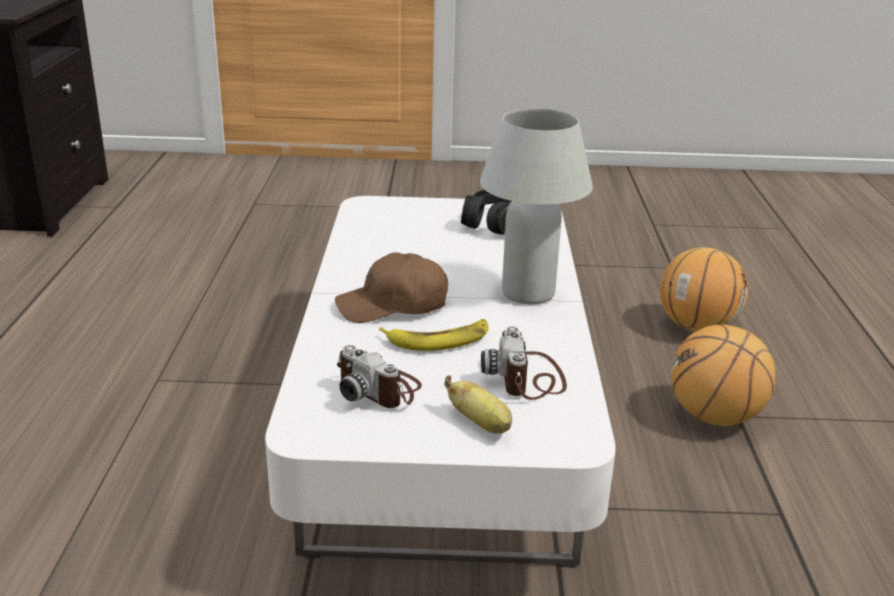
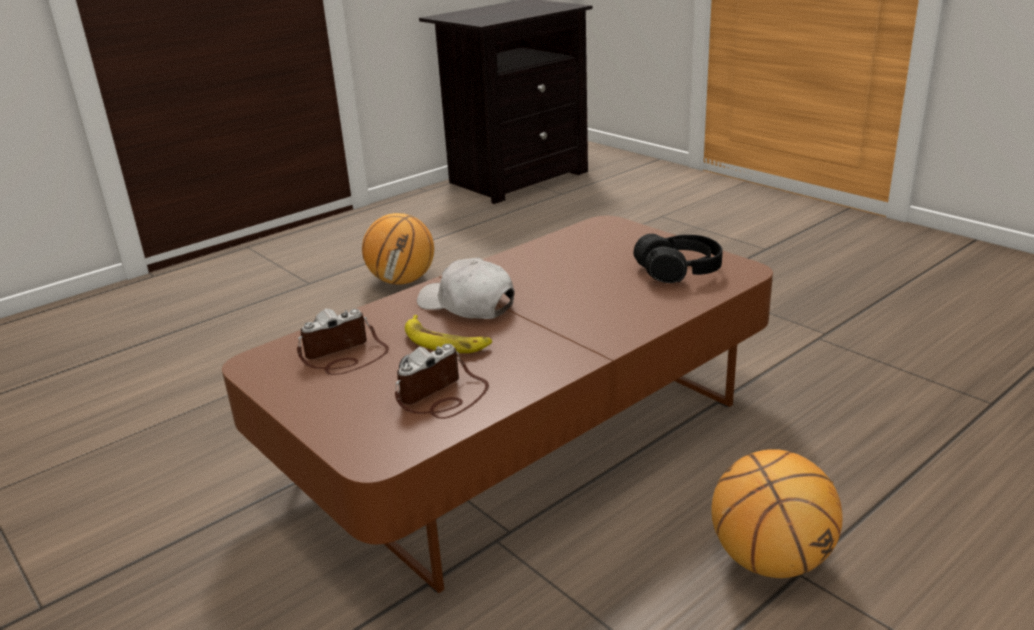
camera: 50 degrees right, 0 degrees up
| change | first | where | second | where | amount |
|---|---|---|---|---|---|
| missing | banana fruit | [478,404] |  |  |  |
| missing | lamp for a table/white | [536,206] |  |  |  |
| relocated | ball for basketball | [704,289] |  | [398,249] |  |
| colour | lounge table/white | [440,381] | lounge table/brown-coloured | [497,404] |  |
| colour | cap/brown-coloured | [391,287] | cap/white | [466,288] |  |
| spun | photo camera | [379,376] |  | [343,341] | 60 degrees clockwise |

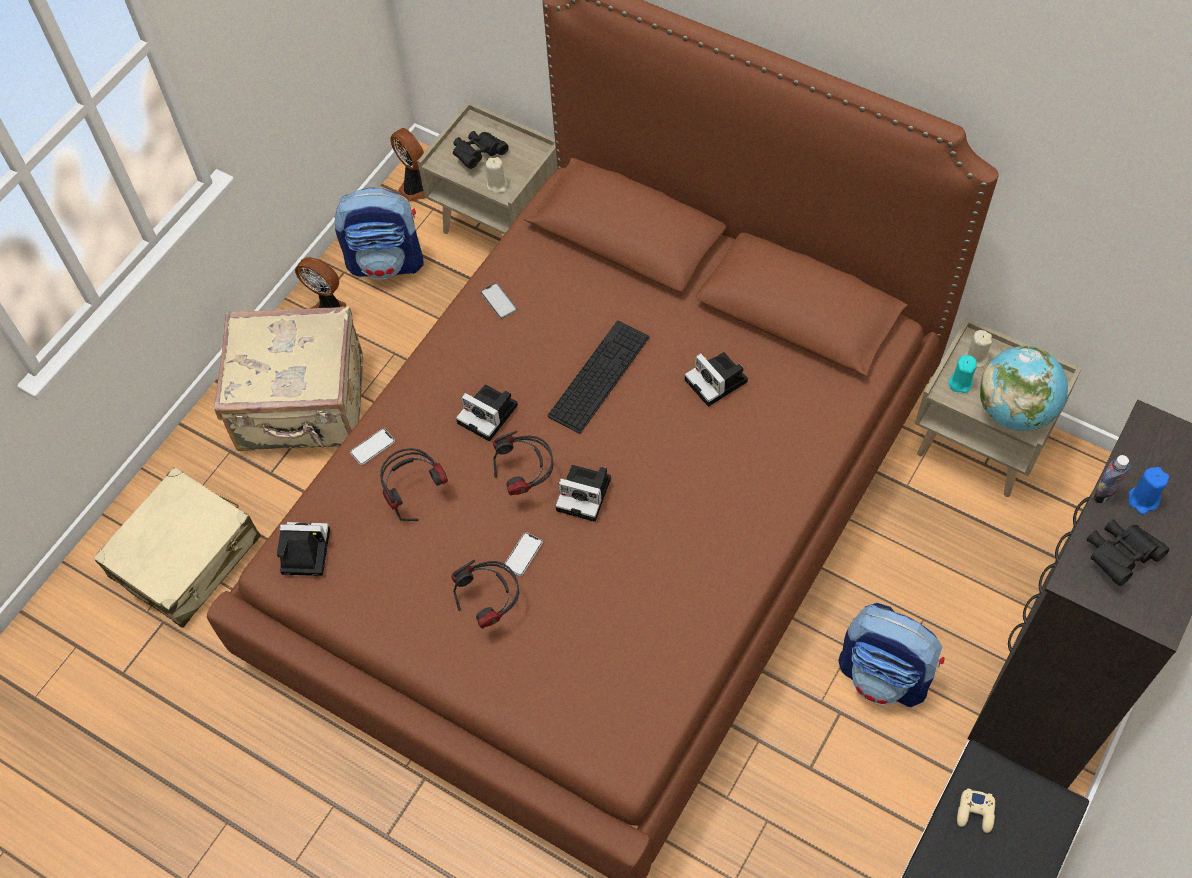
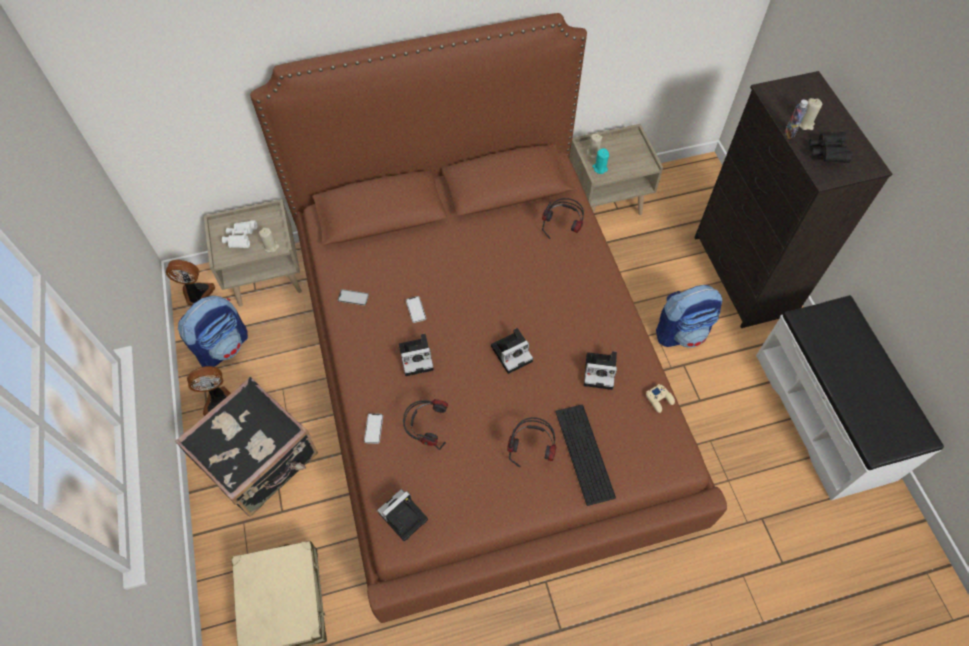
camera: 50 degrees left, 0 degrees up
| change | first | where | second | where | amount |
|---|---|---|---|---|---|
| missing | desk globe | [1024,388] |  |  |  |
| relocated | headset | [523,463] |  | [563,218] |  |
| relocated | phone | [523,554] |  | [416,309] |  |
| relocated | keyboard | [598,377] |  | [586,455] |  |
| relocated | photo camera | [716,379] |  | [600,370] |  |
| relocated | game controller/beige-coloured | [976,810] |  | [660,398] |  |
| colour | travel case/beige-coloured | [288,378] | travel case/black-coloured | [246,447] |  |
| colour | pair of binoculars/black-coloured | [481,150] | pair of binoculars/white | [239,234] |  |
| colour | wax light/blue-coloured | [1149,491] | wax light/beige-coloured | [810,114] |  |

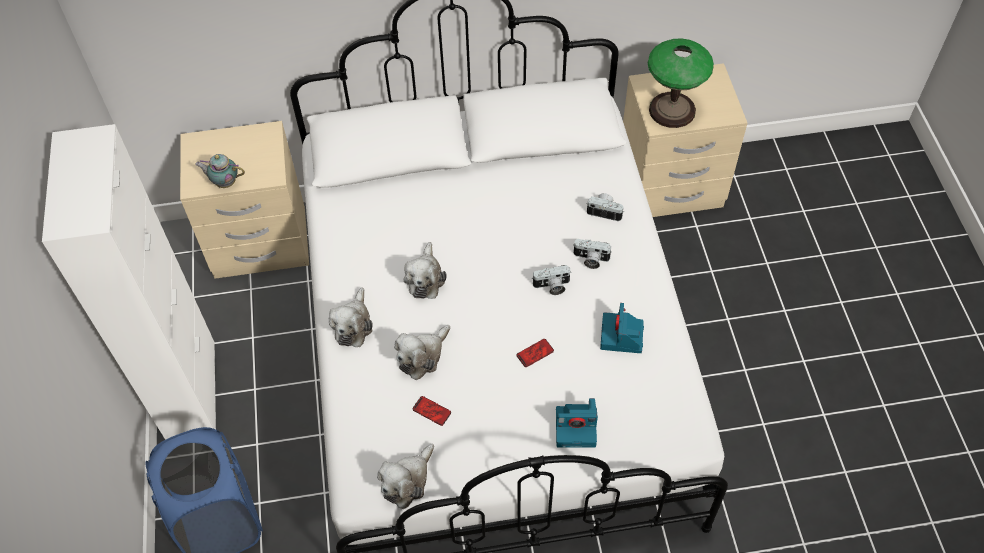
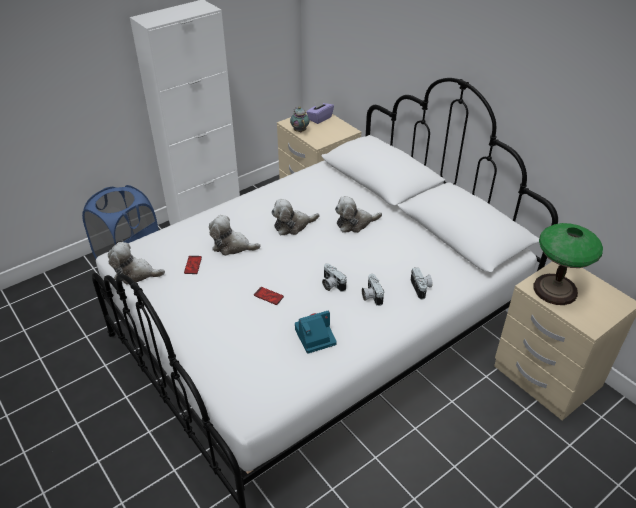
camera: 60 degrees right, 15 degrees down
| change | first | where | second | where | amount |
|---|---|---|---|---|---|
| missing | photo camera | [577,423] |  |  |  |
| appeared |  |  | tissue holder/purplish | [320,111] |  |
| relocated | plush toy | [351,317] |  | [358,214] |  |

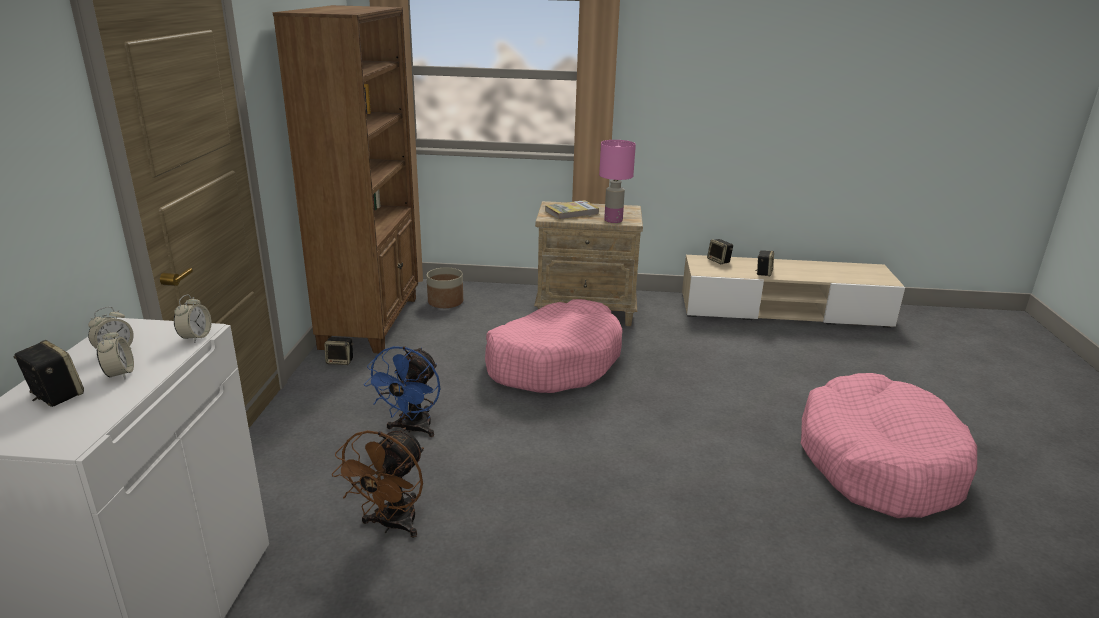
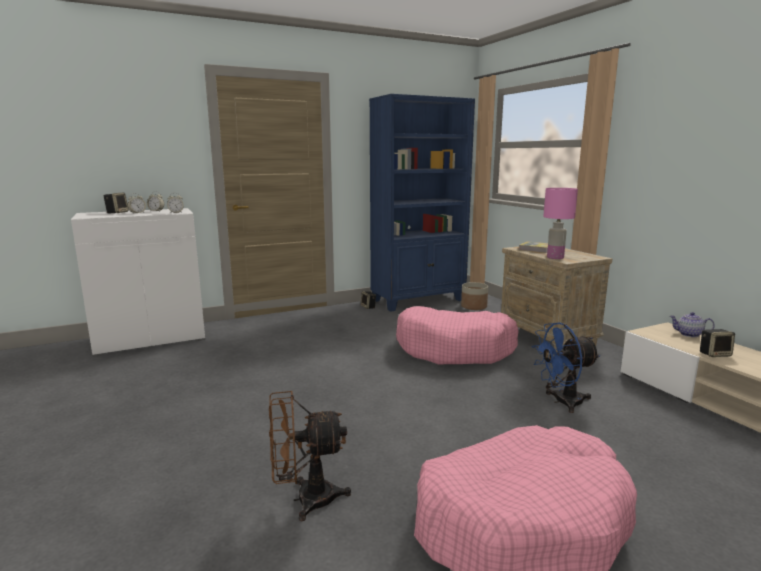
camera: 60 degrees right, 10 degrees down
| change | first | where | second | where | amount |
|---|---|---|---|---|---|
| relocated | cooling fan/brown-coloured | [378,482] |  | [310,456] |  |
| relocated | cooling fan/blue-coloured | [402,391] |  | [566,367] |  |
| exchanged | audio speaker | [720,251] | pot for tea | [692,324] |  |
| colour | shelving unit/brown-coloured | [345,179] | shelving unit/blue-coloured | [422,203] |  |

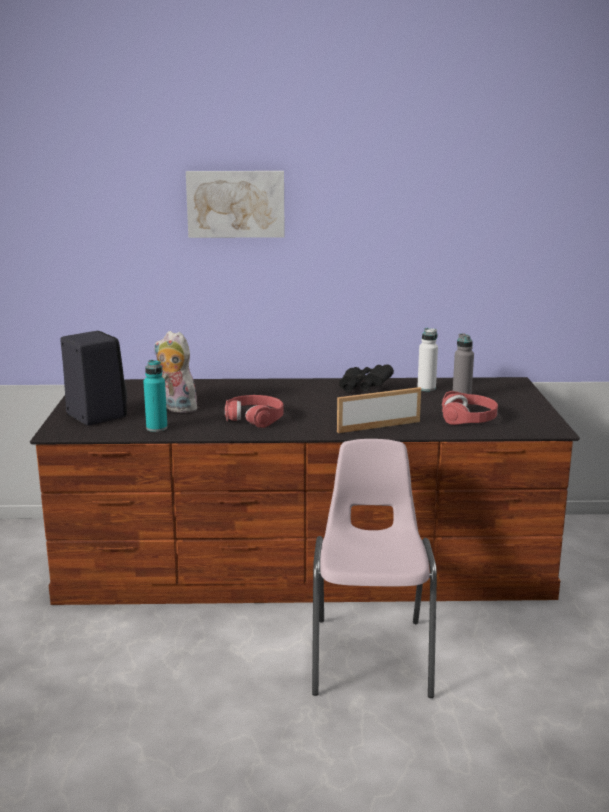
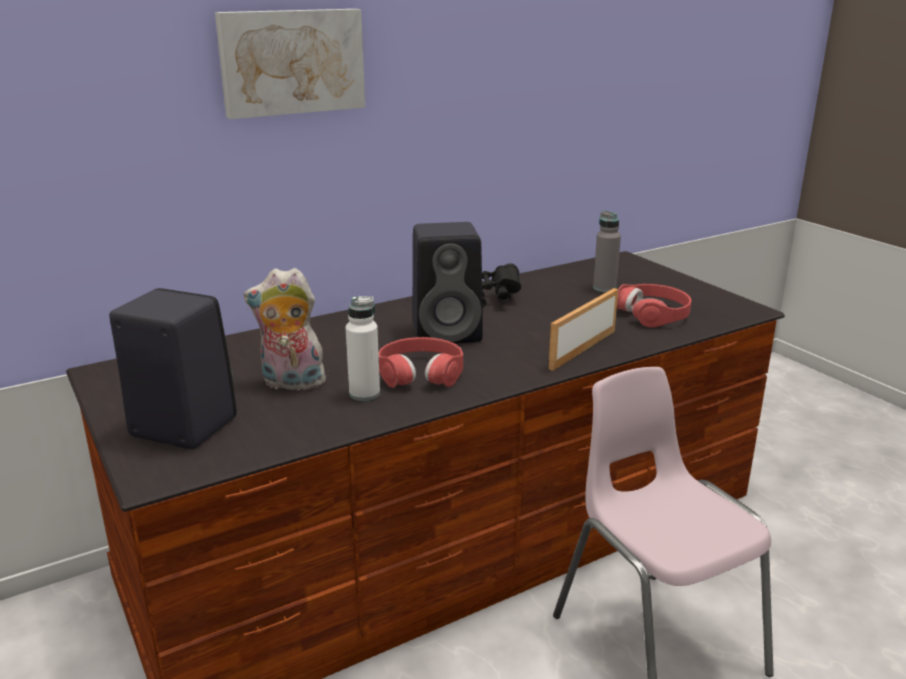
camera: 30 degrees left, 5 degrees up
| change | first | where | second | where | amount |
|---|---|---|---|---|---|
| missing | beverage bottle/turquoise-coloured | [155,396] |  |  |  |
| appeared |  |  | audio speaker/black-coloured | [447,283] |  |
| relocated | beverage bottle/white | [427,359] |  | [362,348] |  |

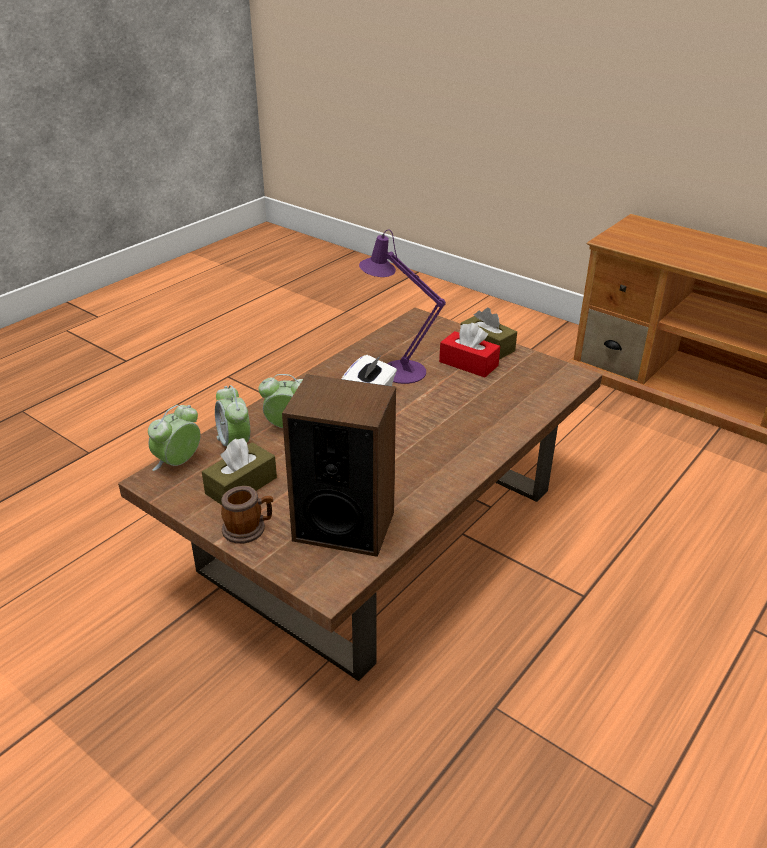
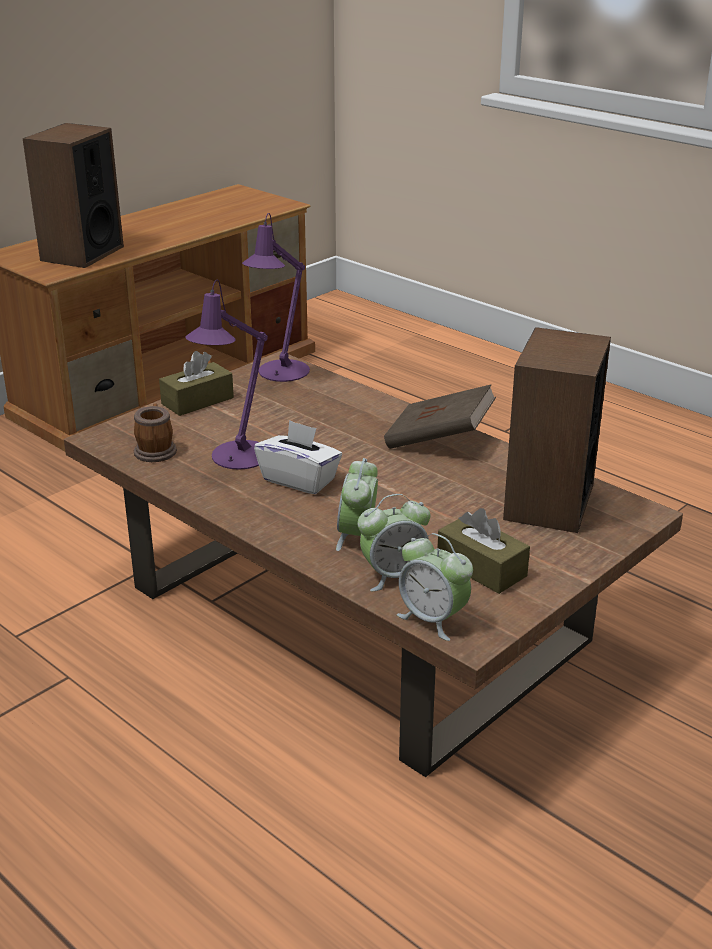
camera: 85 degrees left, 5 degrees down
| change | first | where | second | where | amount |
|---|---|---|---|---|---|
| missing | tissue holder/red | [469,350] |  |  |  |
| appeared |  |  | audio speaker | [73,195] |  |
| appeared |  |  | lamp for a table/purplish | [276,297] |  |
| appeared |  |  | volume/brown-coloured | [440,416] |  |
| relocated | tea mug | [247,515] |  | [155,433] |  |

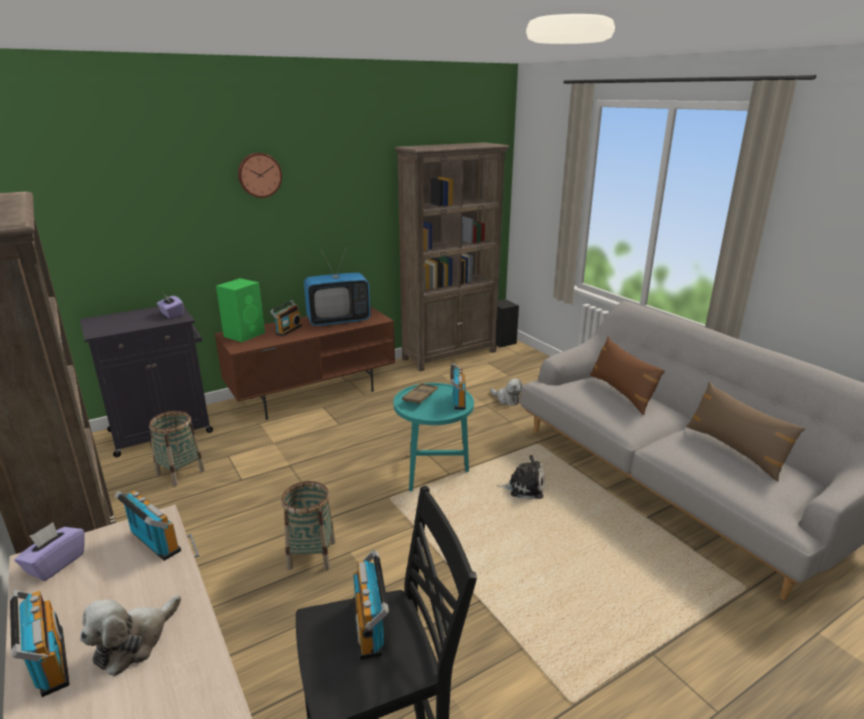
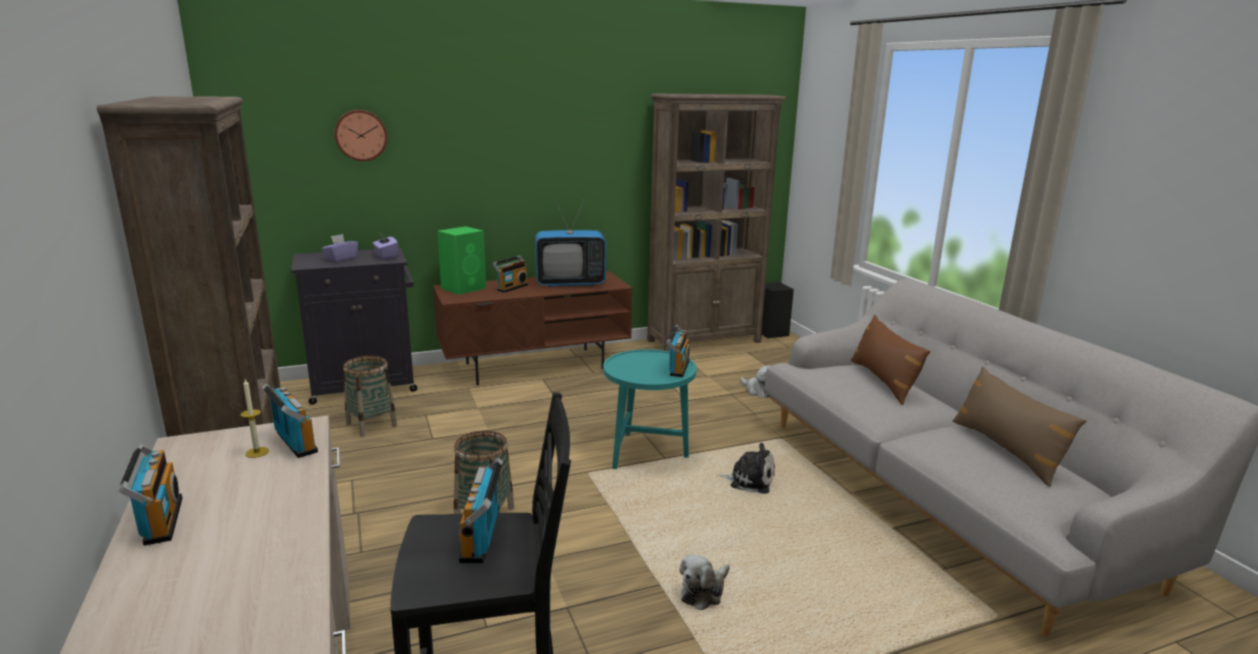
camera: 10 degrees right, 5 degrees down
| change | first | where | second | where | amount |
|---|---|---|---|---|---|
| missing | serving tray/brown-coloured | [420,394] |  |  |  |
| appeared |  |  | wax light | [254,418] |  |
| relocated | tissue holder/purplish | [49,551] |  | [339,248] |  |
| relocated | plush toy | [130,635] |  | [704,582] |  |
| relocated | clock on the wall | [260,175] |  | [361,135] |  |

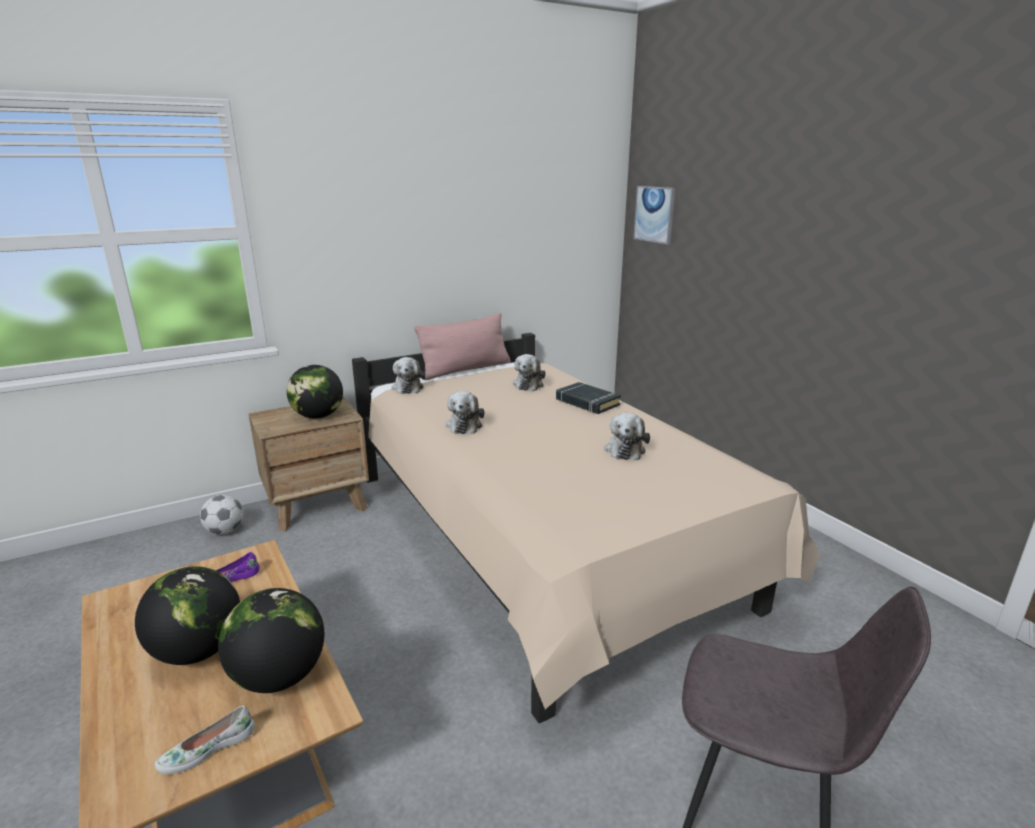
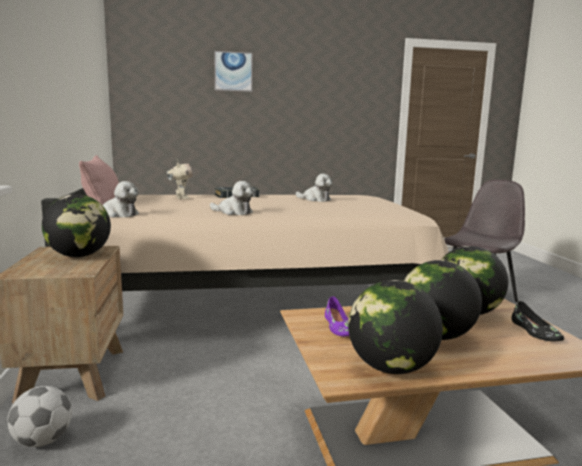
camera: 70 degrees left, 10 degrees down
| change | first | where | second | where | amount |
|---|---|---|---|---|---|
| appeared |  |  | desk globe | [395,327] |  |
| relocated | wall art | [654,215] |  | [233,71] |  |
| exchanged | plush toy | [529,372] | robot figure | [180,179] |  |
| colour | low shoe/white | [205,739] | low shoe/black-coloured | [537,321] |  |

